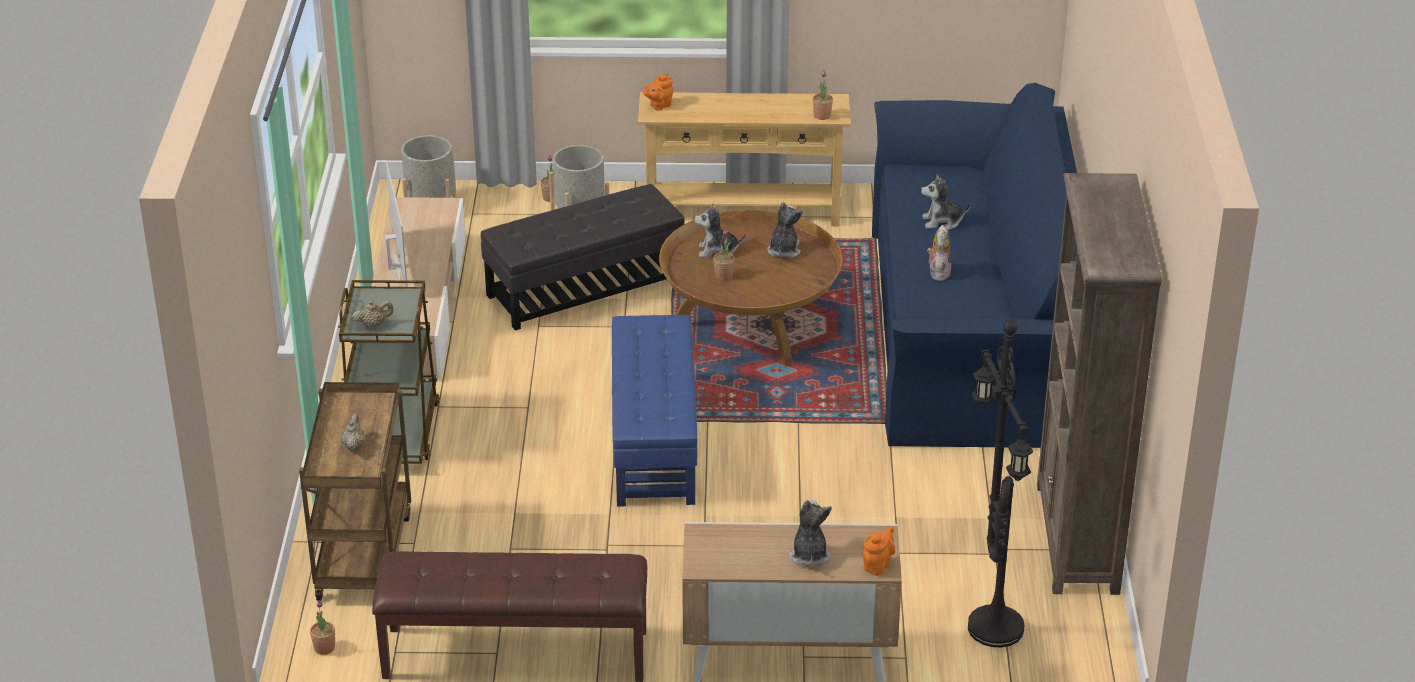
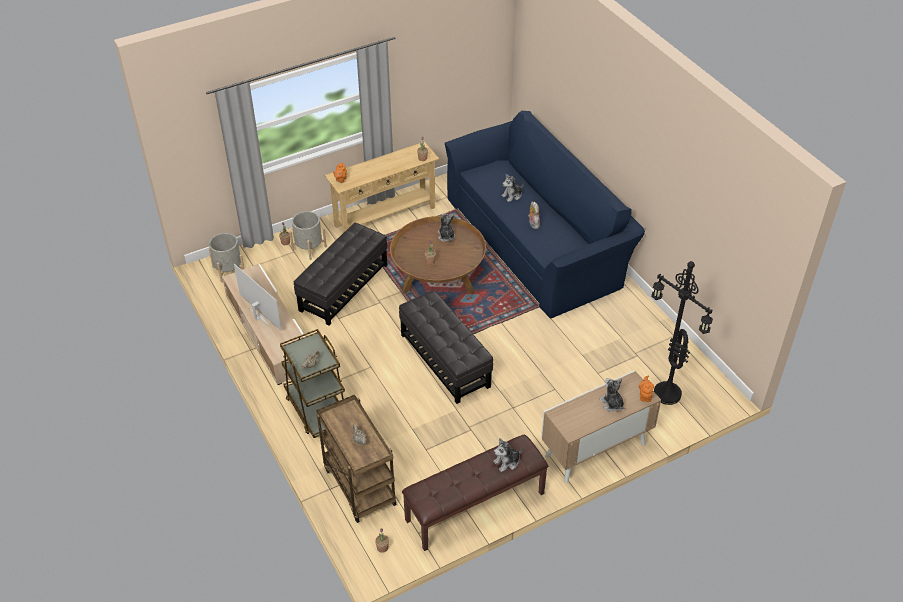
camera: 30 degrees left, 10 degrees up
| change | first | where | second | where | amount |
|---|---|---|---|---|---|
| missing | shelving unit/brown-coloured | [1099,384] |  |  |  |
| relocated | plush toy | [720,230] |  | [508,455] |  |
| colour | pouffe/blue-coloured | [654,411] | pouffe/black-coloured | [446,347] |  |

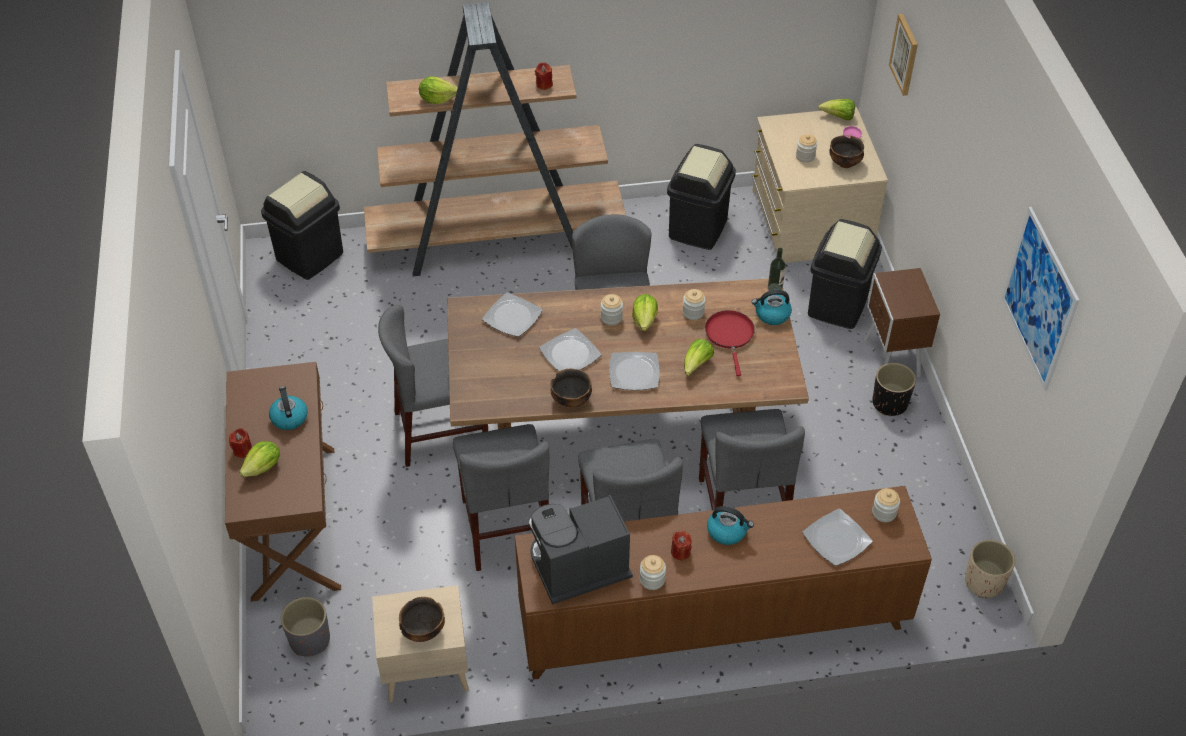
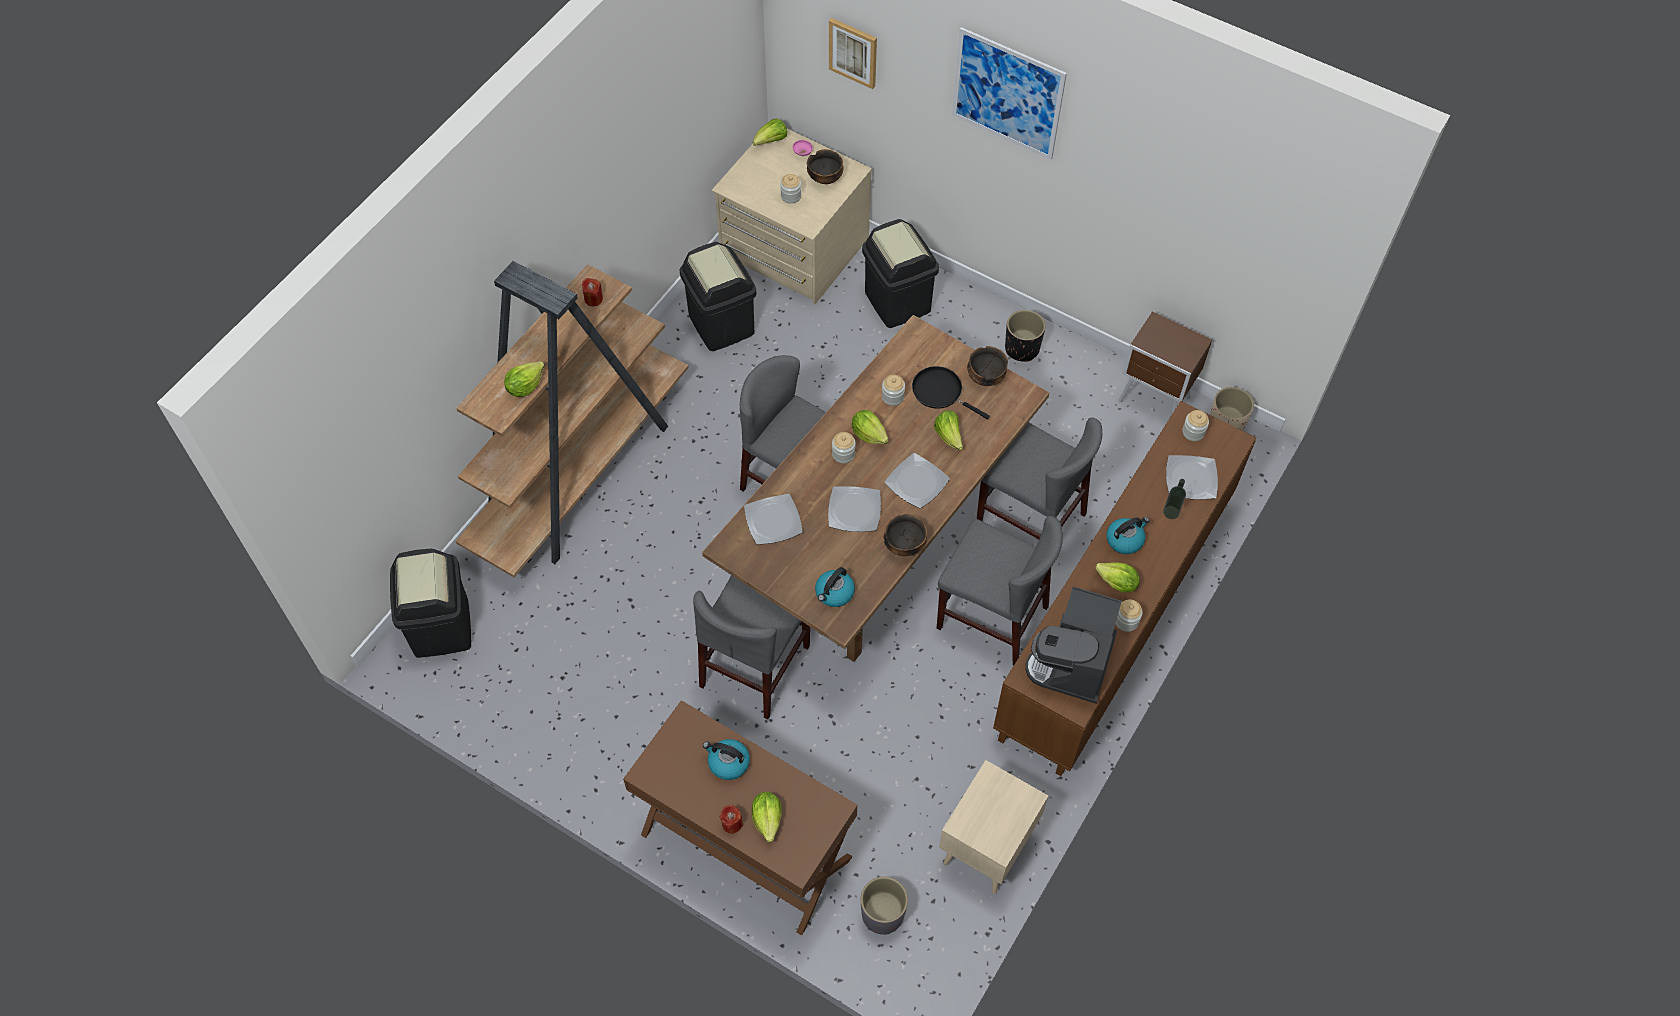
camera: 50 degrees left, 10 degrees up
| change | first | where | second | where | amount |
|---|---|---|---|---|---|
| missing | plain chair/greyish | [501,497] |  |  |  |
| relocated | deep dish | [422,619] |  | [987,366] |  |
| relocated | tea kettle | [772,307] |  | [835,587] |  |
| relocated | beverage bottle | [777,269] |  | [1174,499] |  |
| relocated | bedside table/brown-coloured | [902,323] |  | [1165,364] |  |
| relocated | wall art | [1040,298] |  | [1009,93] |  |
| exchanged | wax light/red | [681,545] | lettuce | [1117,578] |  |
| colour | pan/red | [730,343] | pan/black-coloured | [951,393] |  |

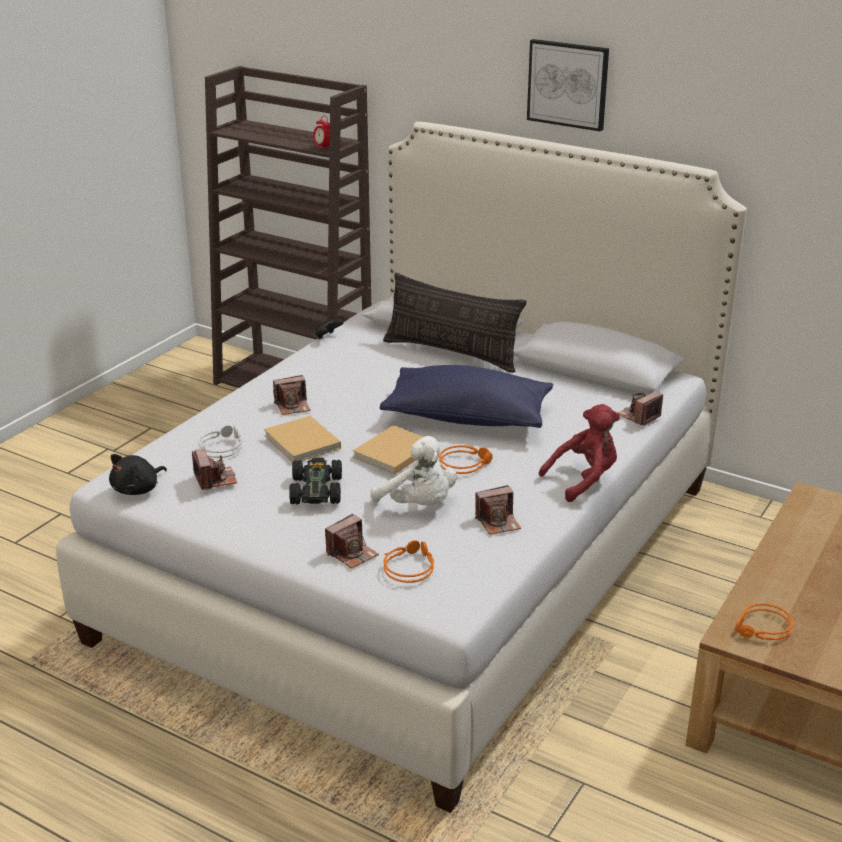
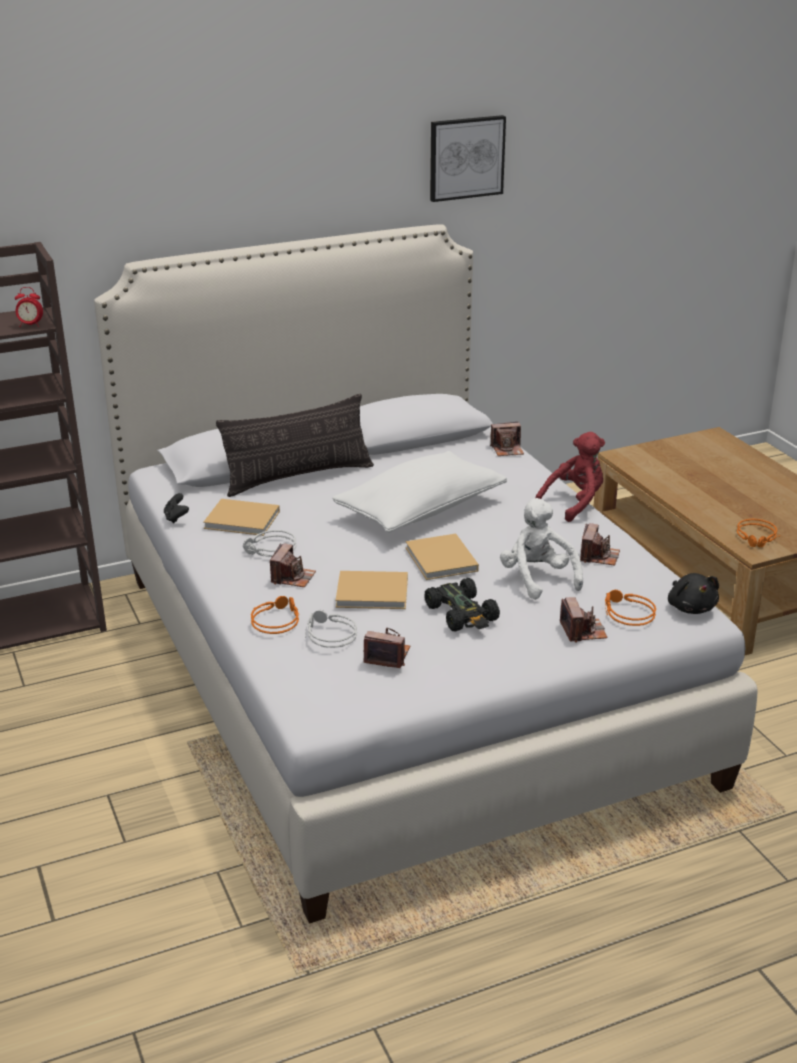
camera: 55 degrees left, 0 degrees up
| change | first | where | second | where | amount |
|---|---|---|---|---|---|
| appeared |  |  | volume/beige-coloured | [241,517] |  |
| appeared |  |  | headset/greyish | [270,543] |  |
| relocated | plush toy/black-coloured | [138,474] |  | [693,593] |  |
| relocated | headset/orange-coloured | [466,459] |  | [275,615] |  |
| relocated | wall art | [568,85] |  | [468,158] |  |
| colour | cushion/blue-coloured | [466,396] | cushion/white | [419,492] |  |
| spun | toy car/black-coloured | [315,481] |  | [462,605] | 150 degrees counterclockwise |
| spun | plush toy/white | [414,470] |  | [541,549] | 105 degrees counterclockwise |
| spun | plush toy/red | [579,453] |  | [570,477] | 45 degrees clockwise |
| spun | photo camera | [640,408] |  | [507,439] | 90 degrees counterclockwise |

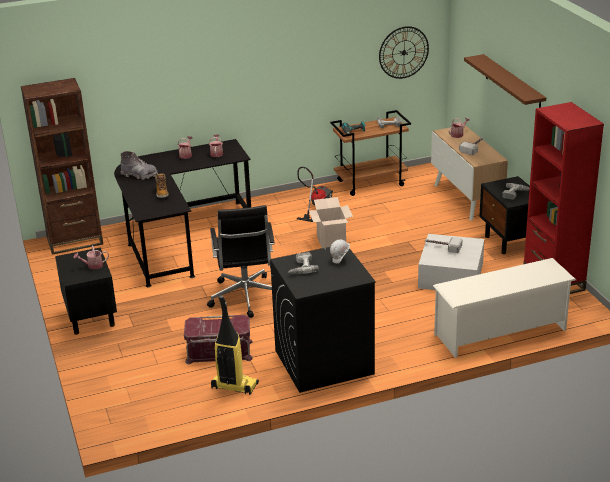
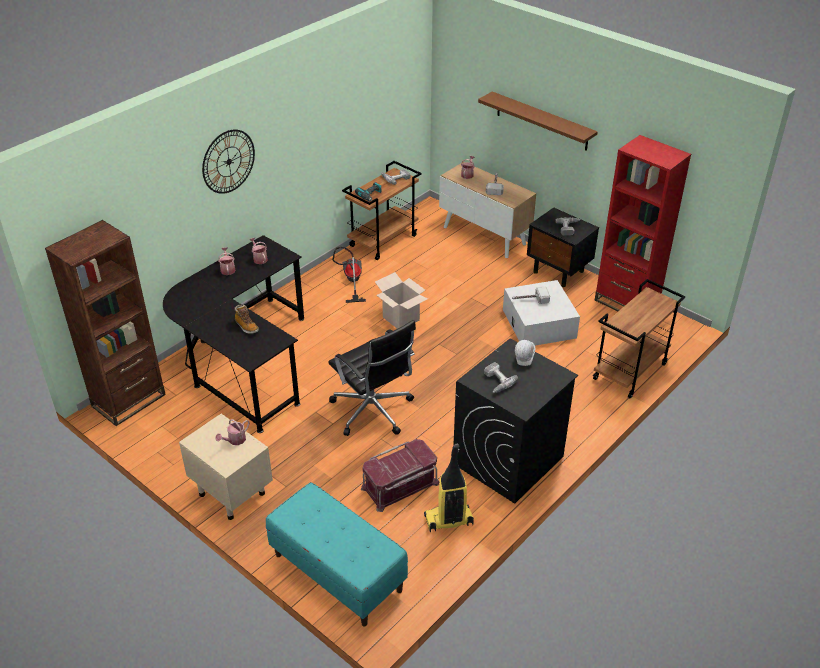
camera: 30 degrees left, 10 degrees up
| change | first | where | second | where | amount |
|---|---|---|---|---|---|
| missing | boot/greyish | [139,165] |  |  |  |
| appeared |  |  | indoor bench/turquoise-coloured | [337,554] |  |
| relocated | clock on the wall | [404,52] |  | [228,161] |  |
| exchanged | shoe rack/white | [504,308] | wheeled cart/brown-coloured | [639,338] |  |
| colour | bedside table/black-coloured | [86,291] | bedside table/beige-coloured | [226,466] |  |

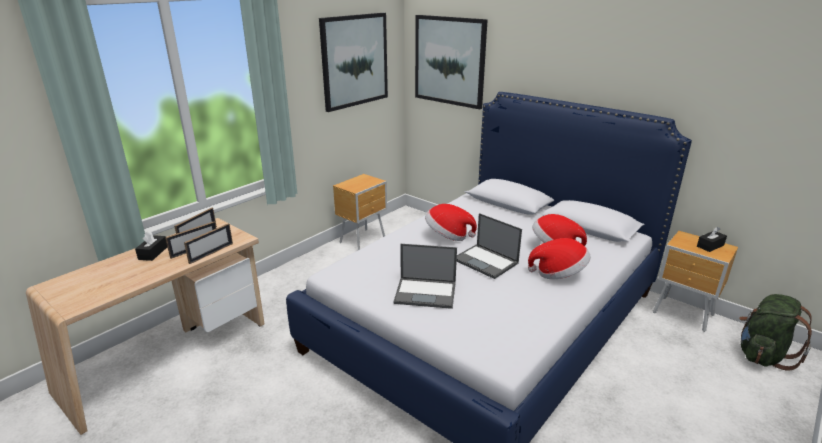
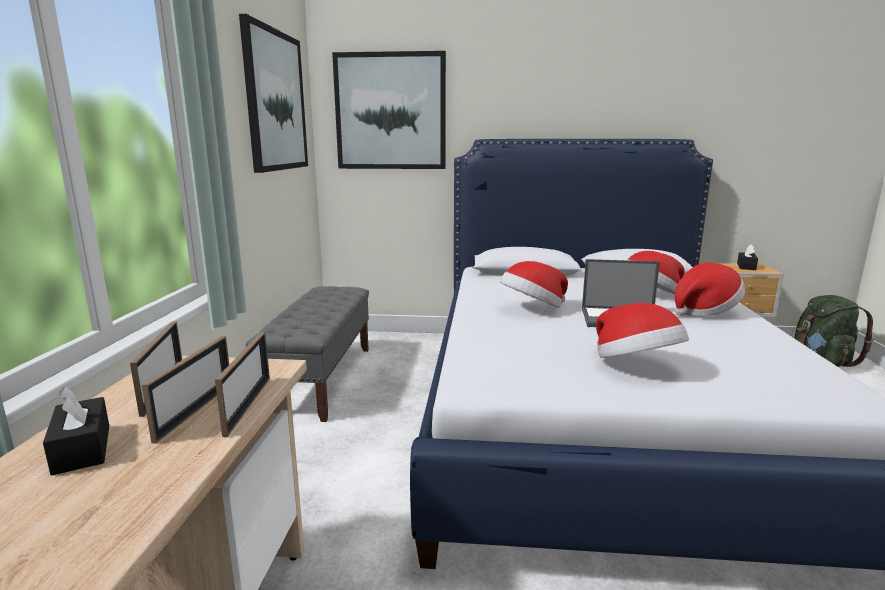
camera: 35 degrees left, 10 degrees down
| change | first | where | second | where | amount |
|---|---|---|---|---|---|
| exchanged | bedside table/brown-coloured | [360,212] | indoor bench/greyish | [307,354] |  |
| exchanged | notebook computer | [425,276] | hat | [642,330] |  |

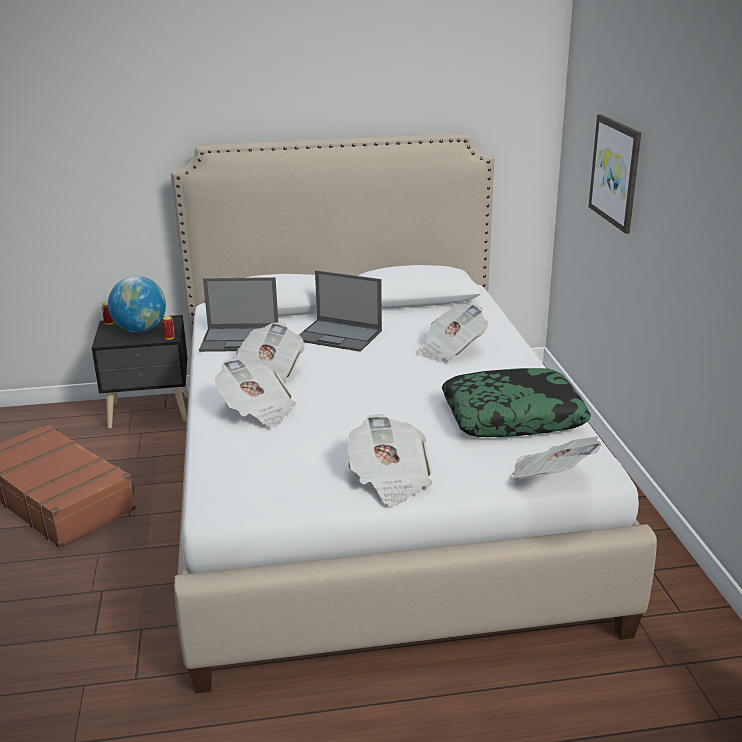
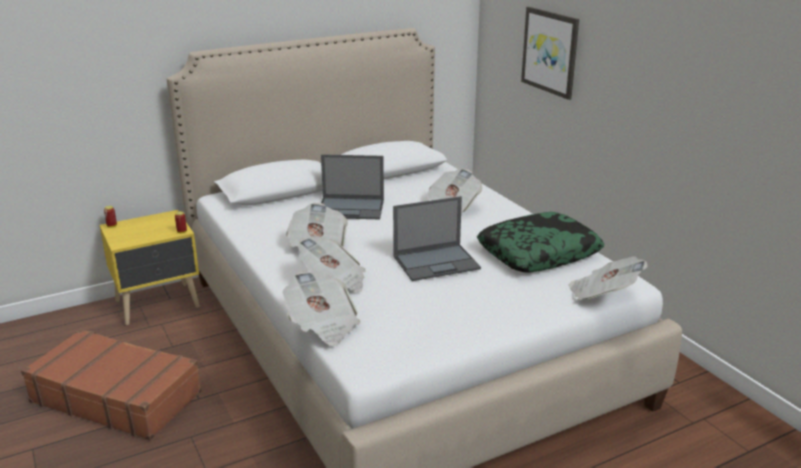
camera: 20 degrees left, 0 degrees up
| change | first | where | second | where | amount |
|---|---|---|---|---|---|
| missing | desk globe | [137,304] |  |  |  |
| relocated | notebook computer | [238,314] |  | [437,238] |  |
| relocated | printed paper | [389,460] |  | [321,308] |  |
| colour | bedside table/black-coloured | [140,372] | bedside table/yellow | [150,267] |  |

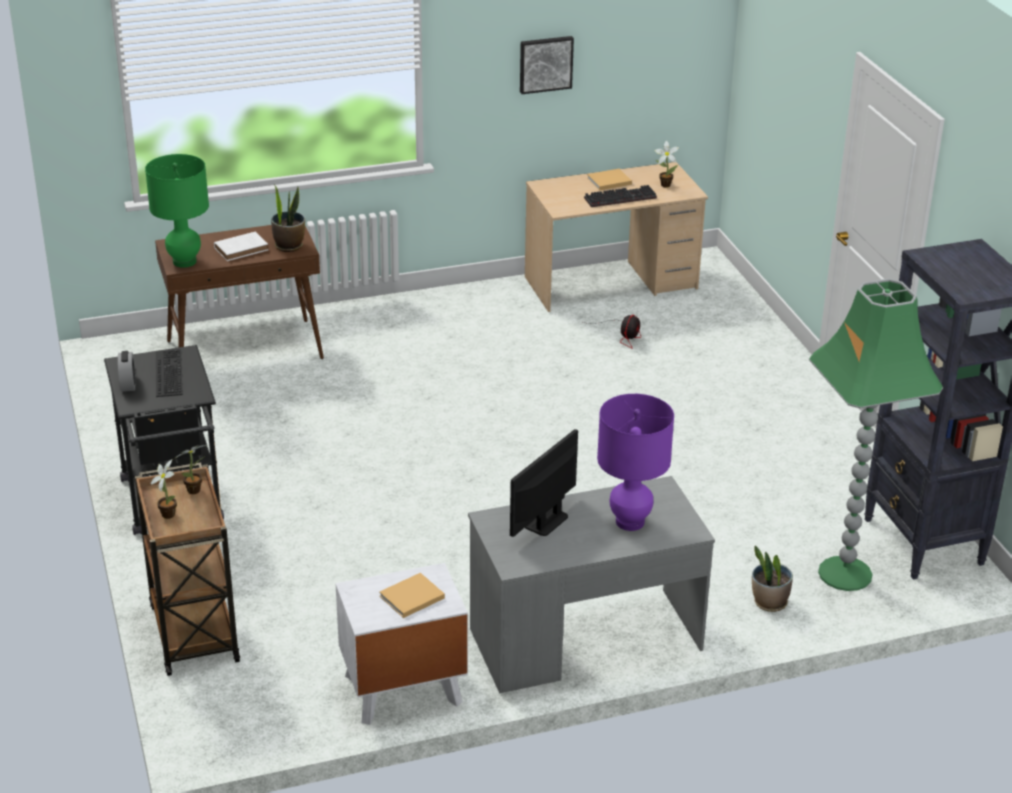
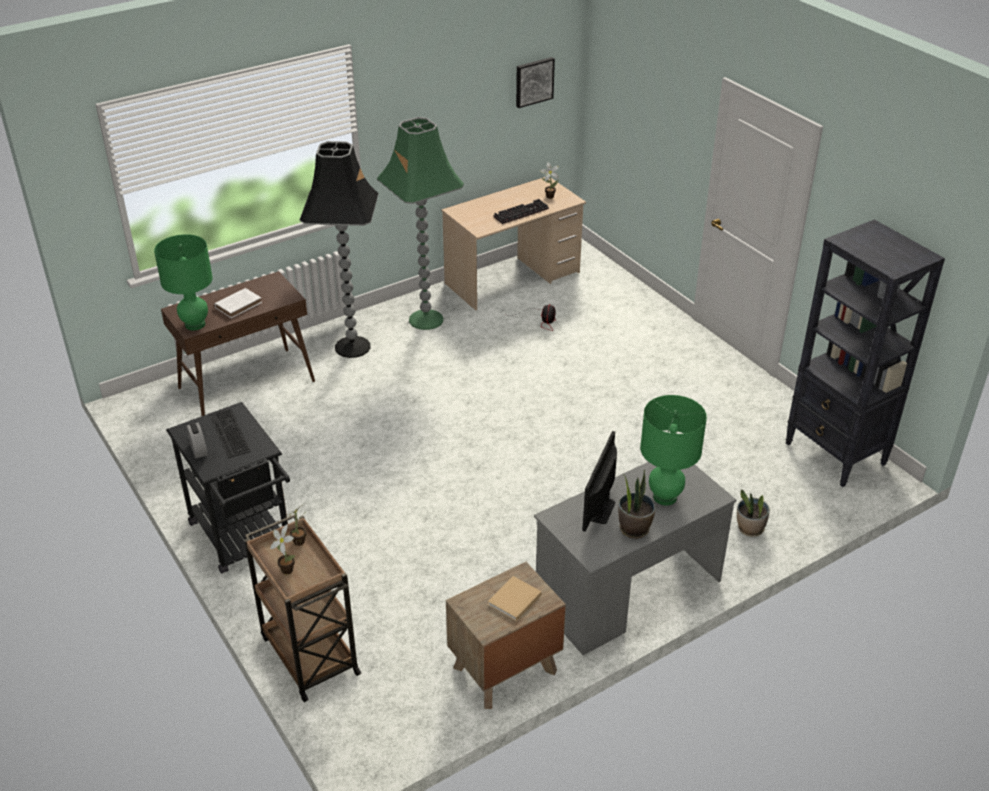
camera: 15 degrees left, 5 degrees up
| change | first | where | second | where | amount |
|---|---|---|---|---|---|
| missing | volume/beige-coloured | [609,179] |  |  |  |
| appeared |  |  | floor lamp/black-coloured | [339,249] |  |
| relocated | houseplant | [288,218] |  | [637,504] |  |
| relocated | wall art | [547,65] |  | [535,82] |  |
| relocated | floor lamp/green-coloured | [876,434] |  | [420,223] |  |
| colour | bedside table/white | [402,644] | bedside table/brown-coloured | [506,635] |  |
| colour | lamp for a table/purplish | [635,462] | lamp for a table/green-coloured | [673,450] |  |

